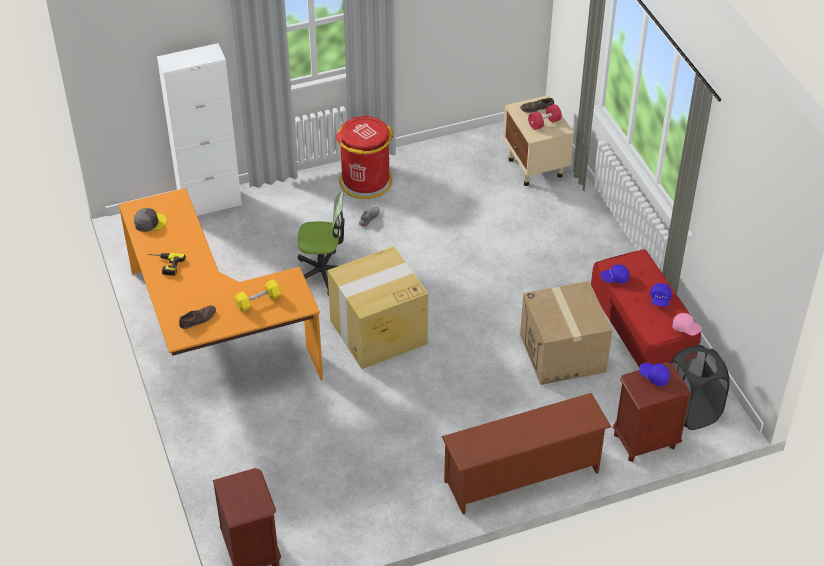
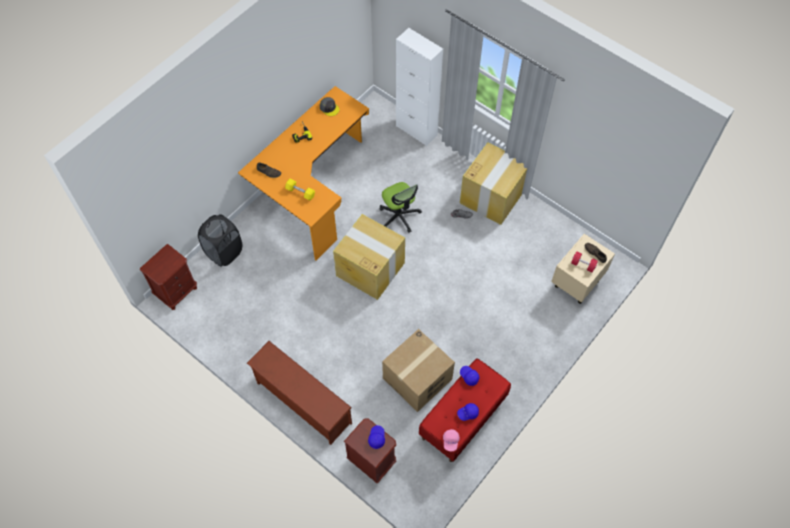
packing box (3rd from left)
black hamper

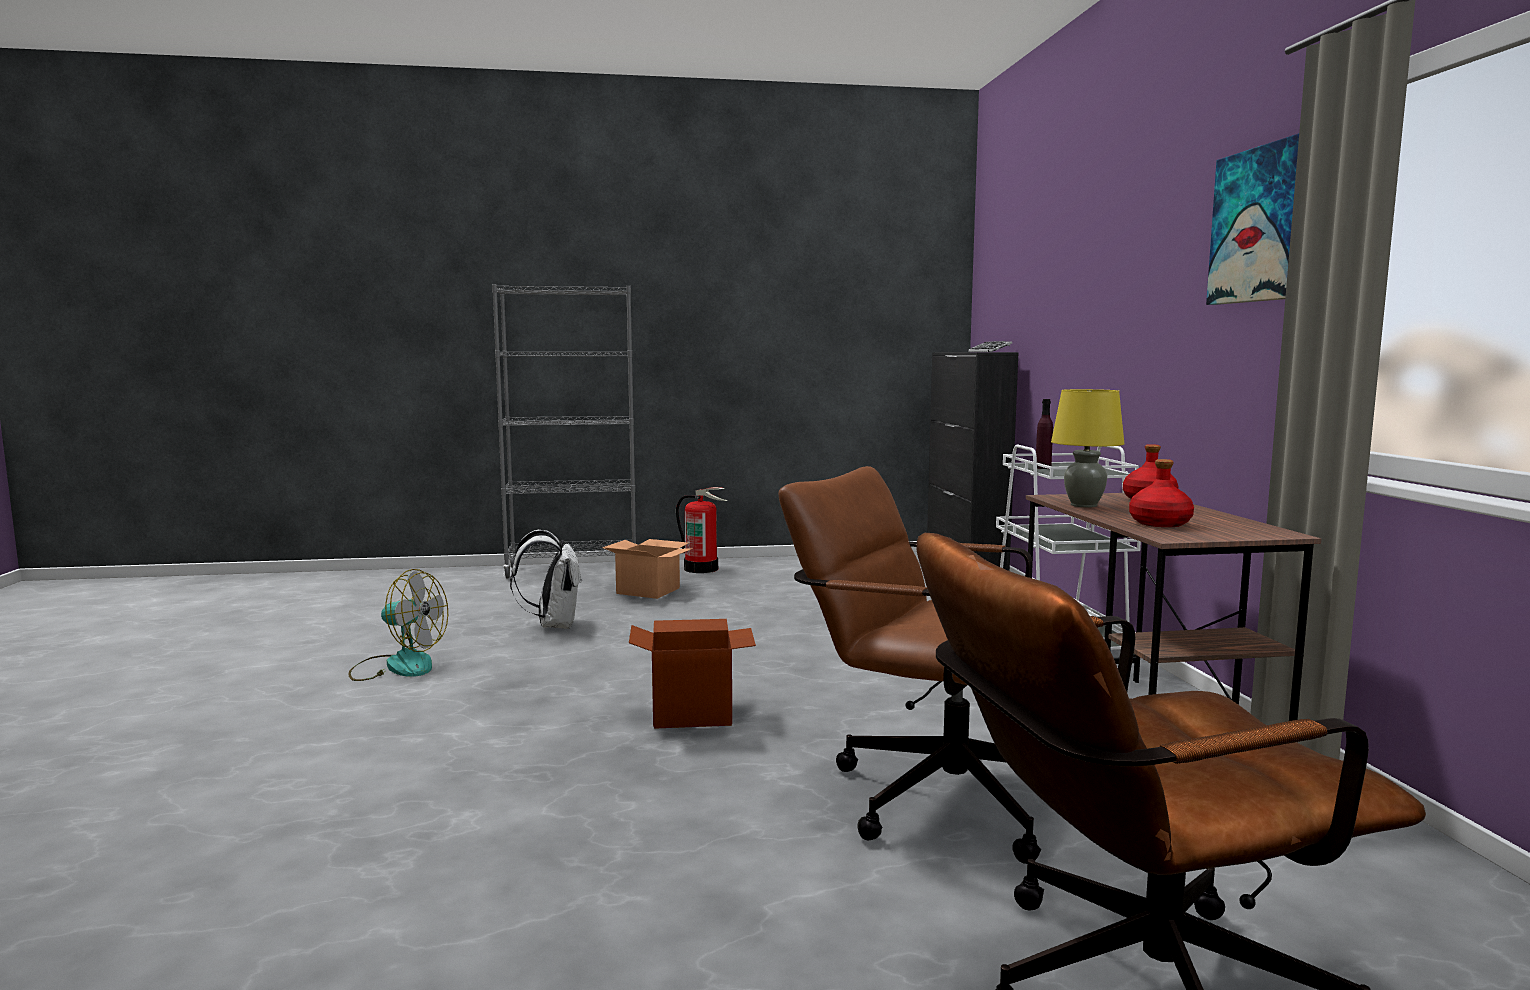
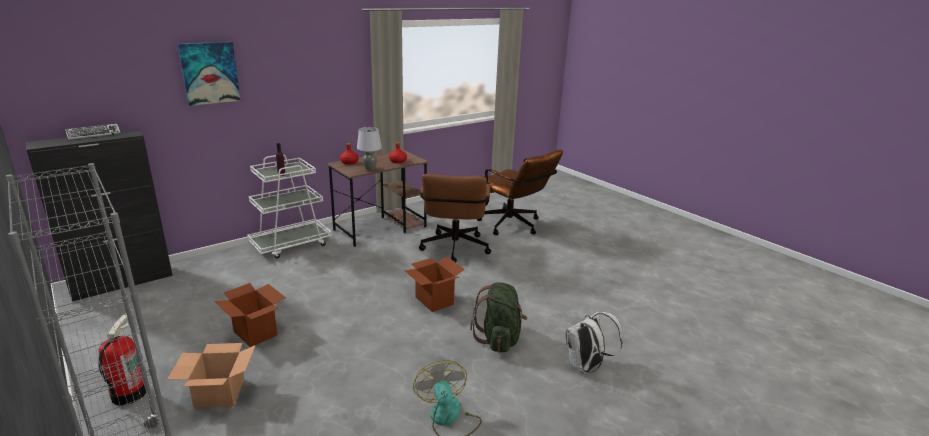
picture
greyish tabletop lamp
white-coloured backpack
green-coloured backpack
packing box (2nd from left)

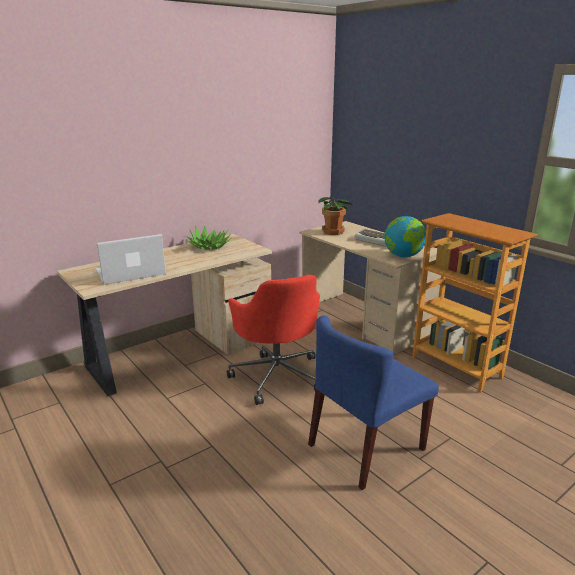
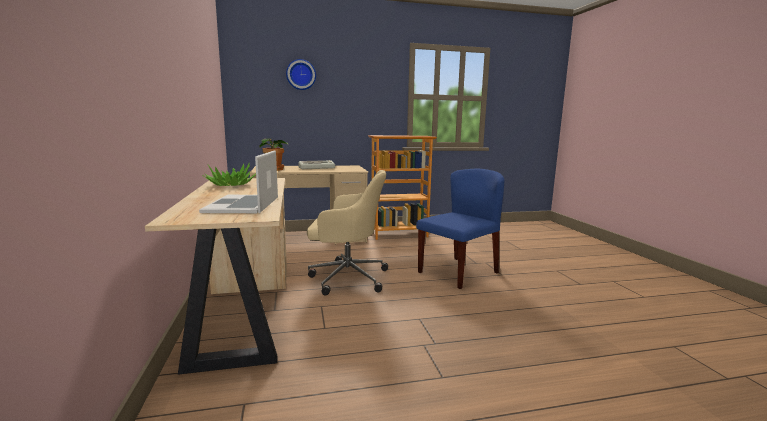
globe
beige computer chair
blue-coloured plain chair
clock on the wall

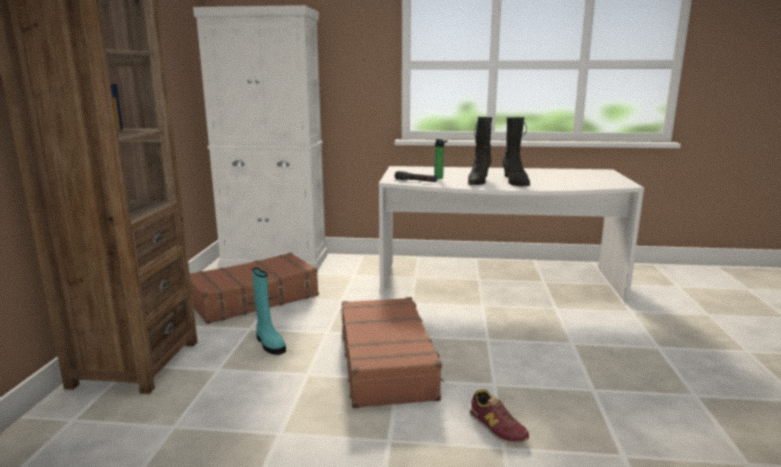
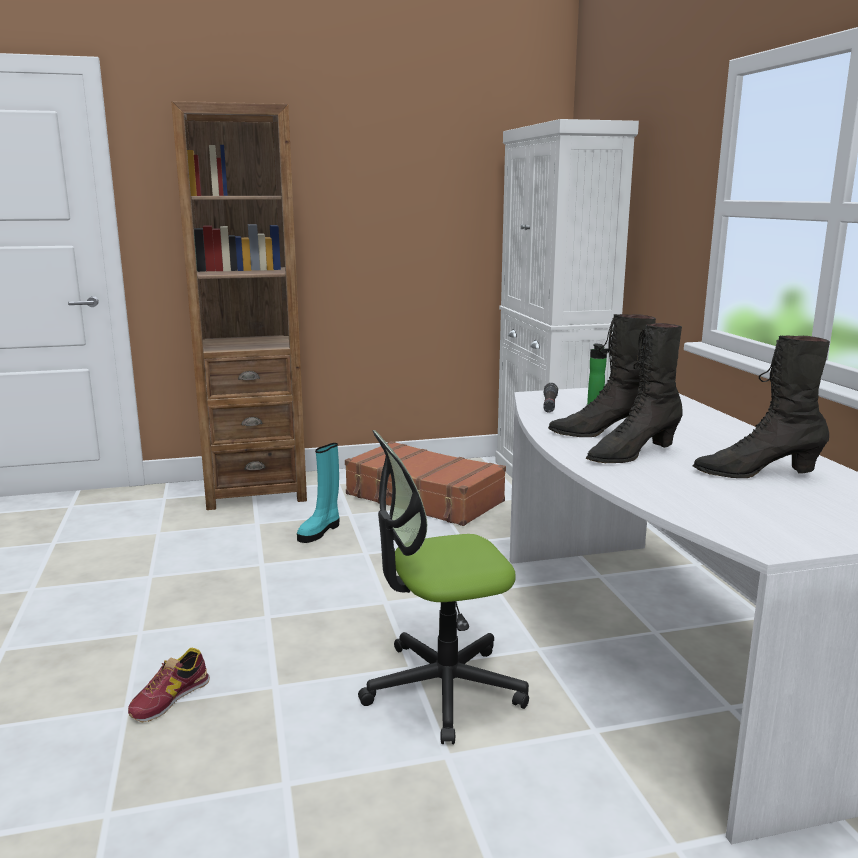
brown suitcase (2nd from left in the first image)
black tall boot (3rd from left)
computer chair

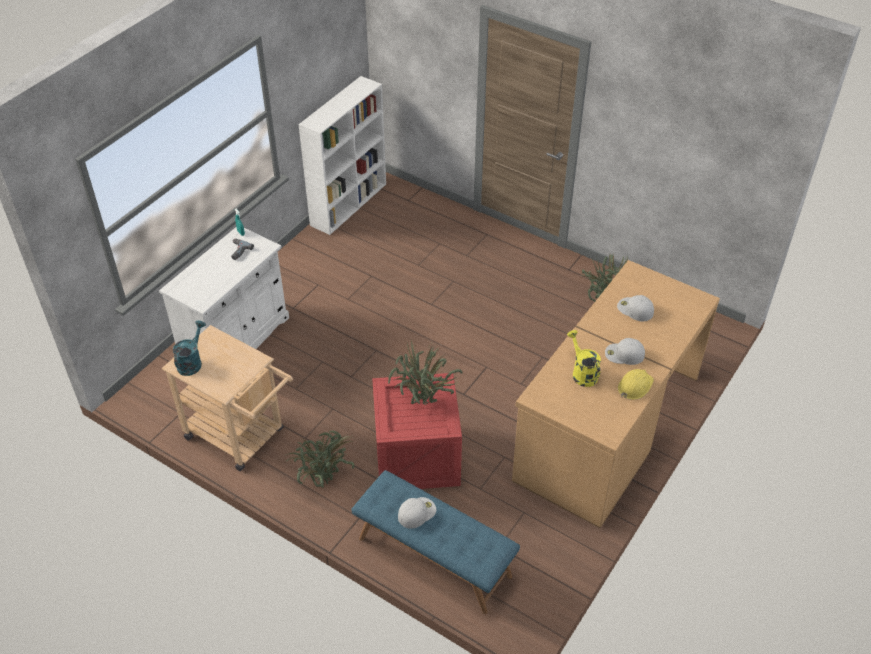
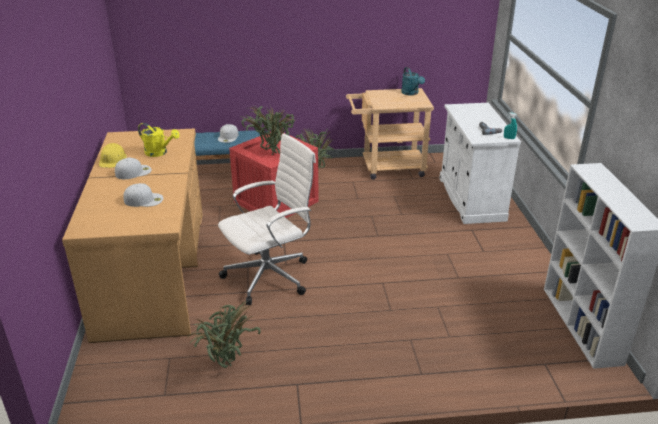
white-coloured computer chair

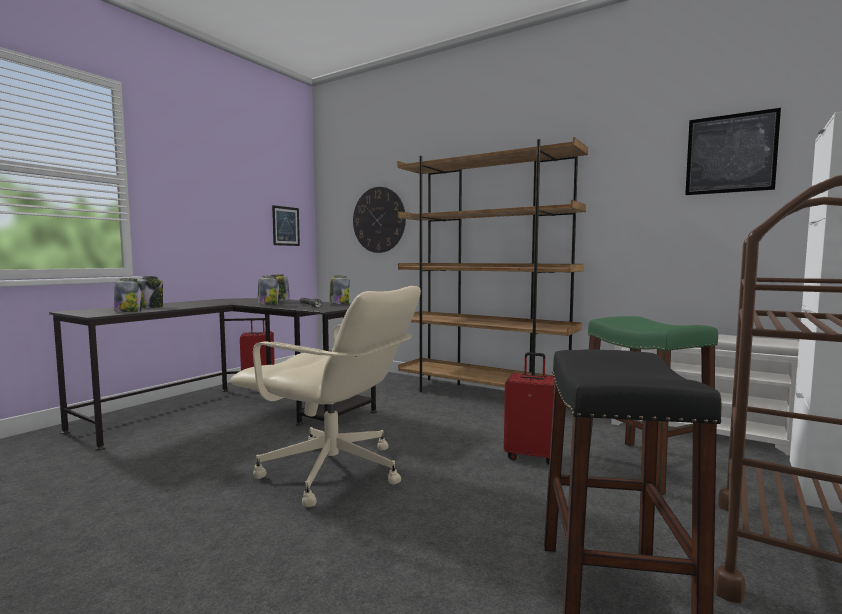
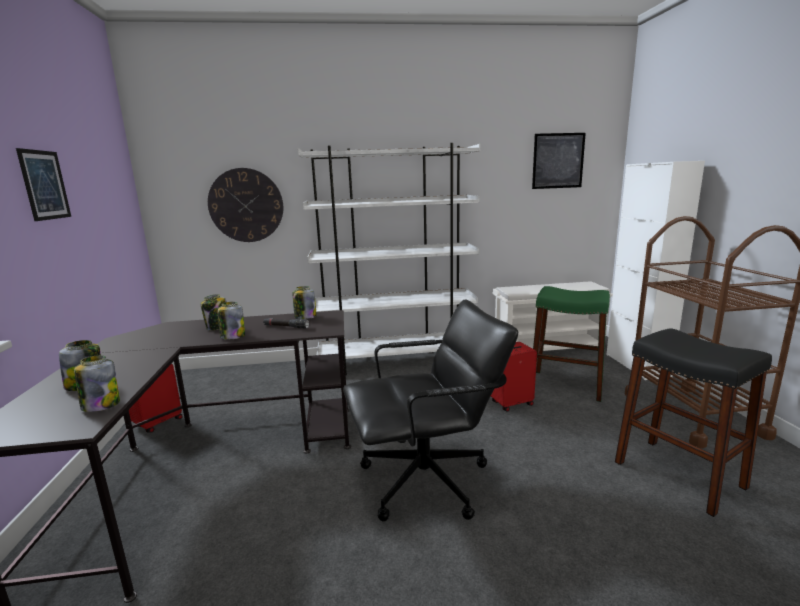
white-coloured bookshelf
picture (1st from left)
black computer chair

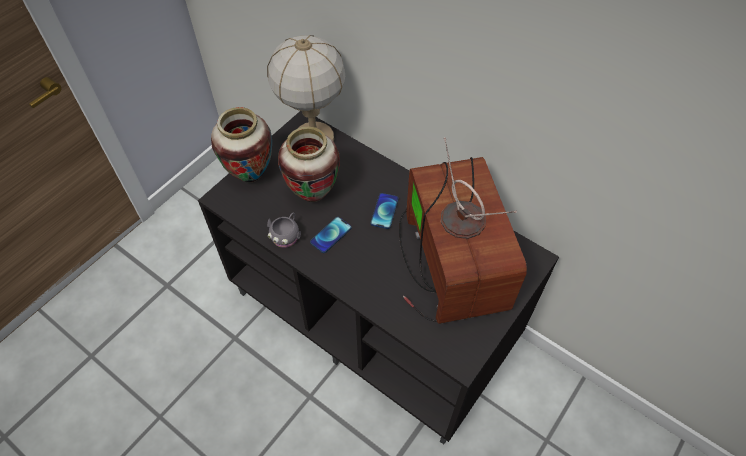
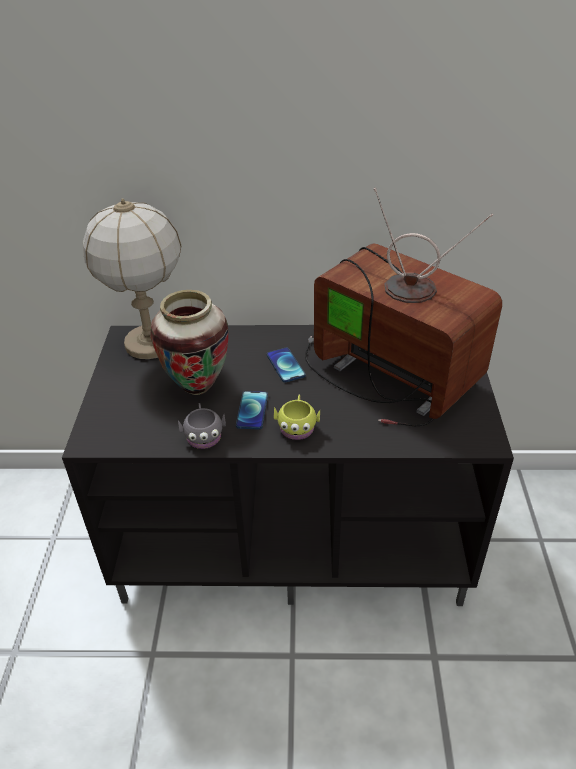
flower vase (1st from left in the first image)
yellow tea mug

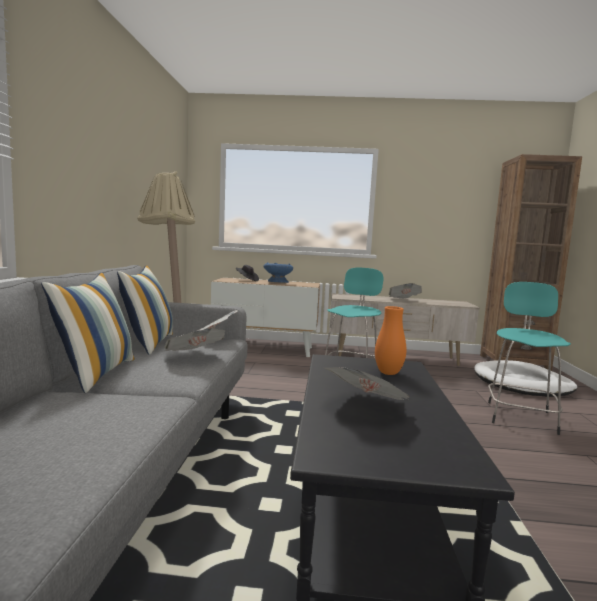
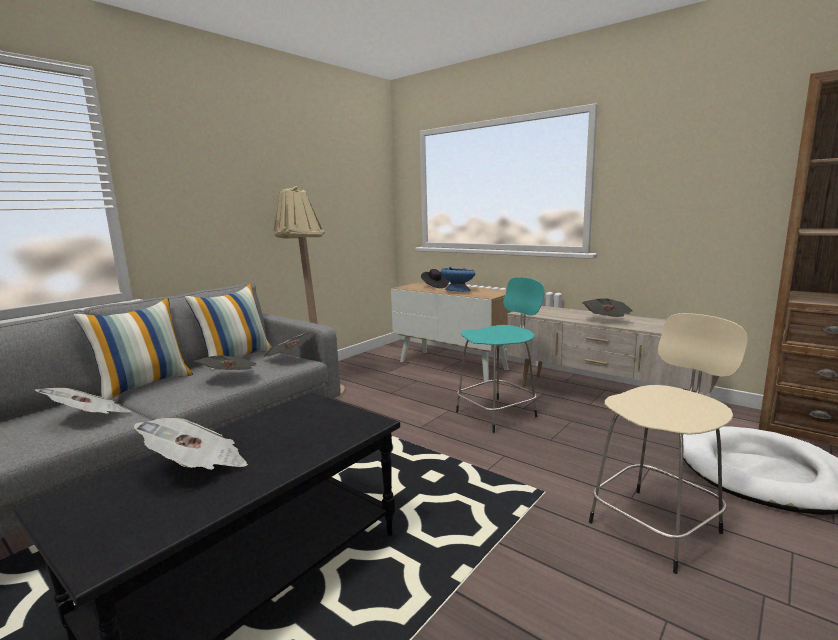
beige stool
orangey flower vase
newspaper (1st from left)

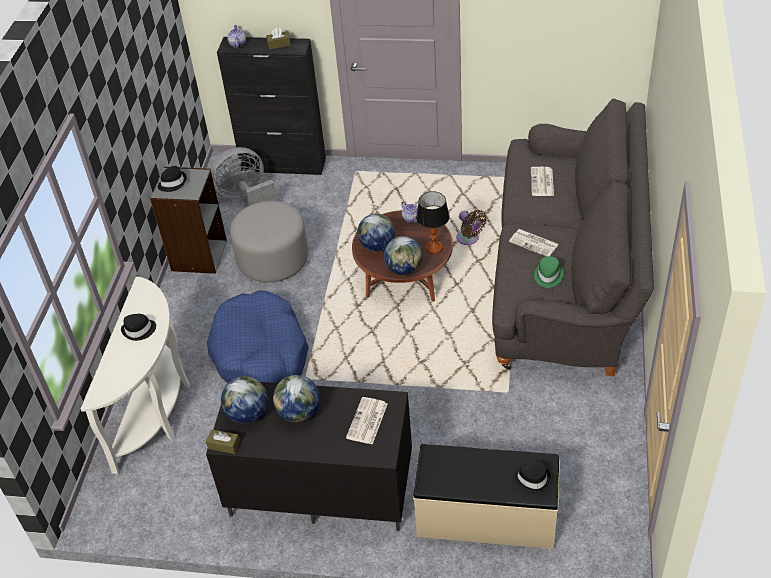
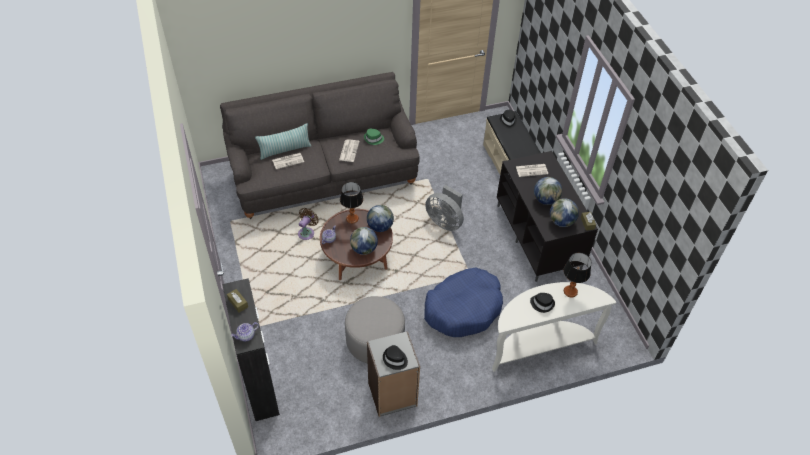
greyish fan
pillow
tabletop lamp (2nd from left)

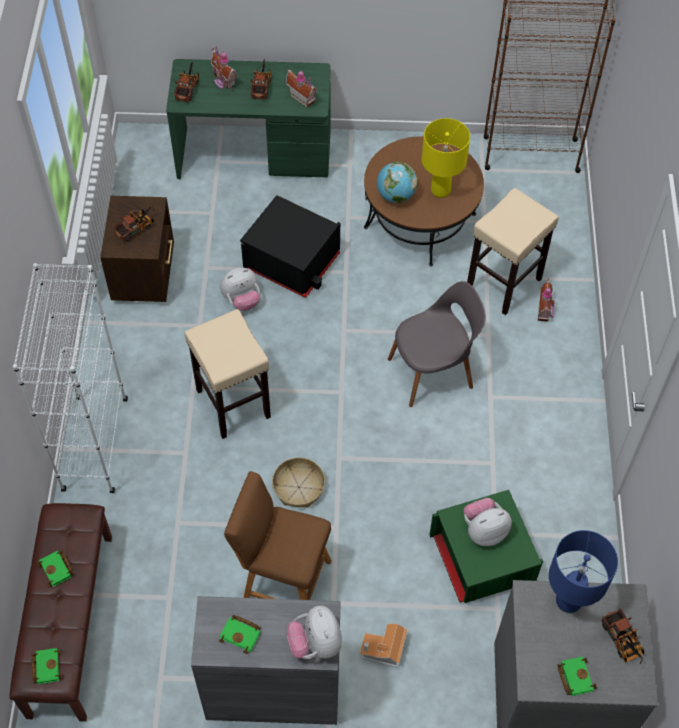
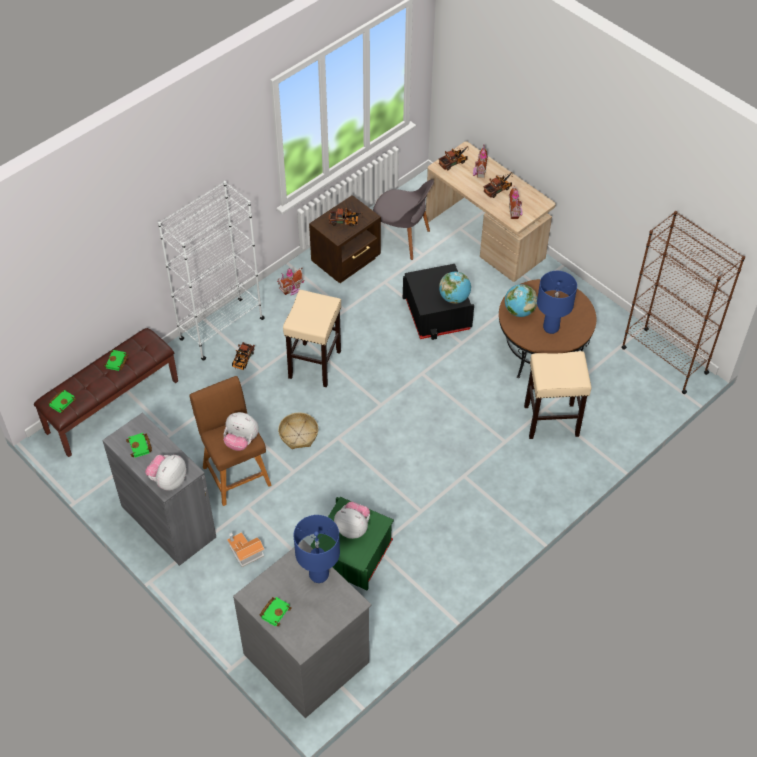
beige desk
blue-coloured tabletop lamp (2nd from left)
soft toy (2nd from left)
miniature house (2nd from left)
greyish plain chair
model truck (1st from left)
globe (1st from left)

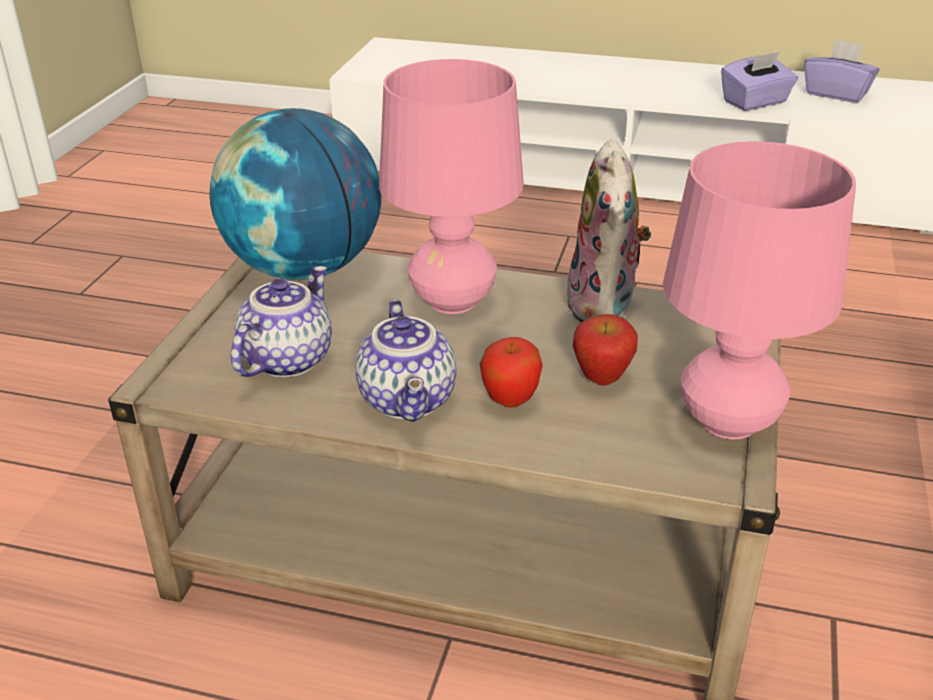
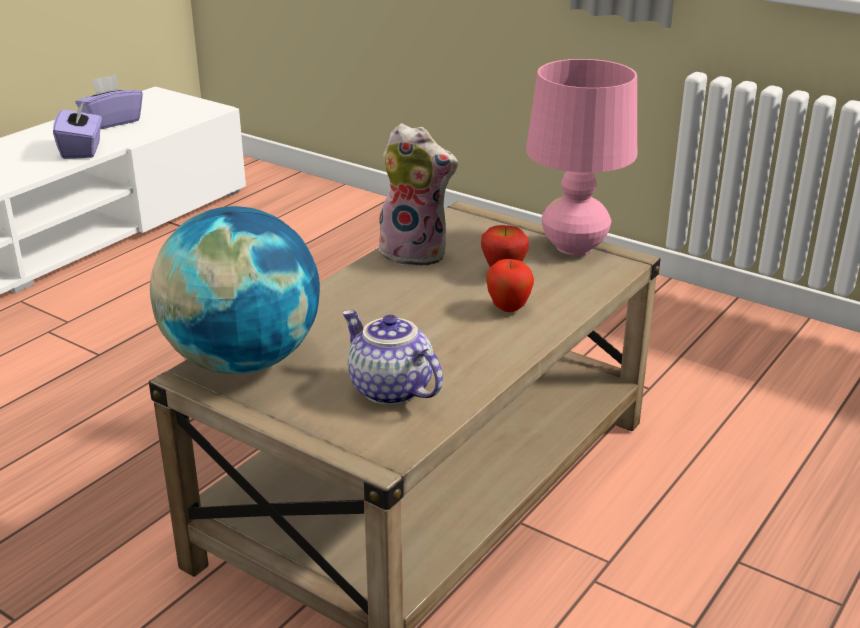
pinkish tabletop lamp (1st from left in the first image)
tea pot (2nd from left in the first image)

